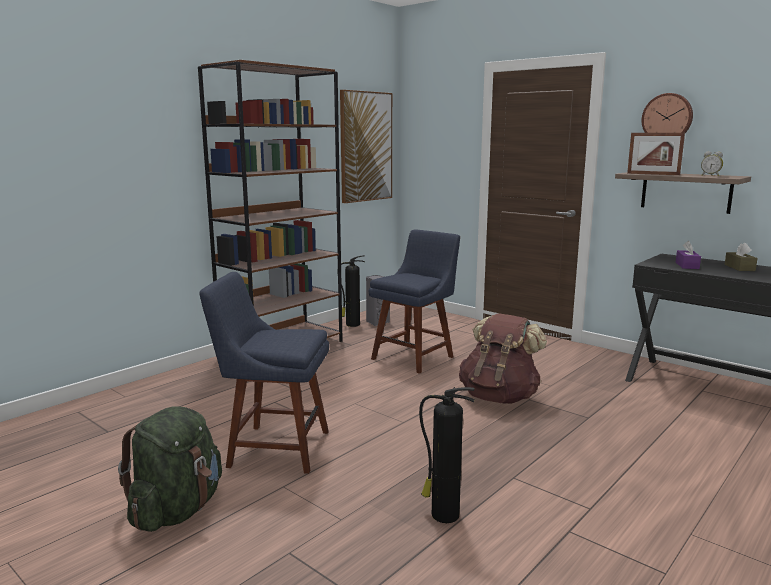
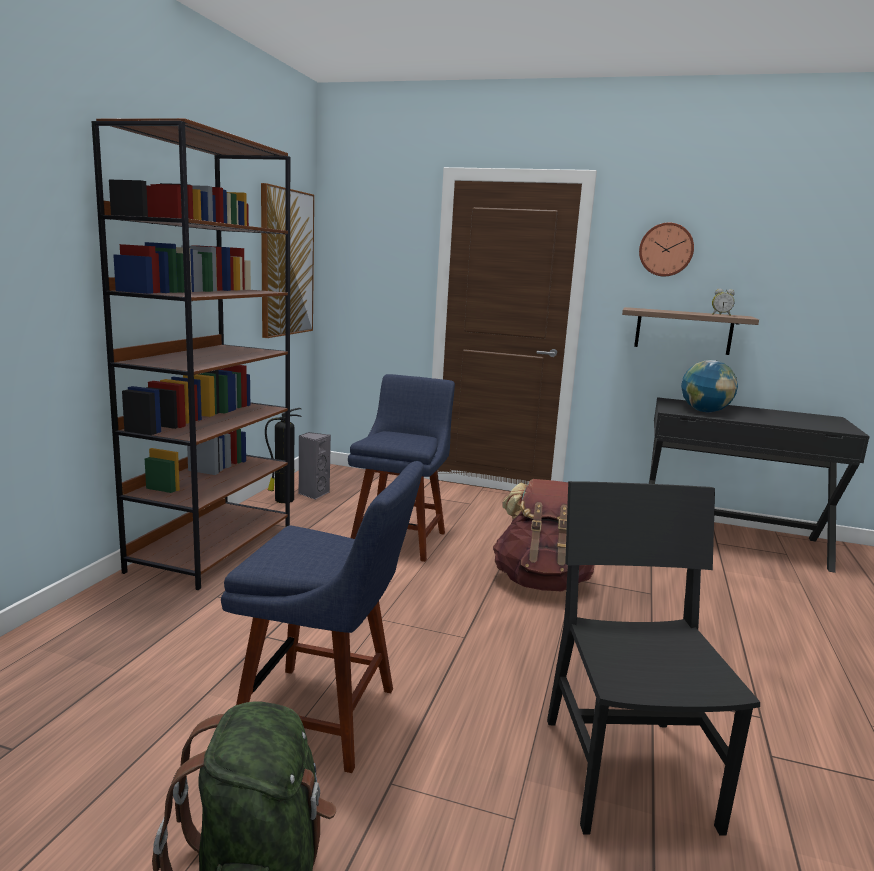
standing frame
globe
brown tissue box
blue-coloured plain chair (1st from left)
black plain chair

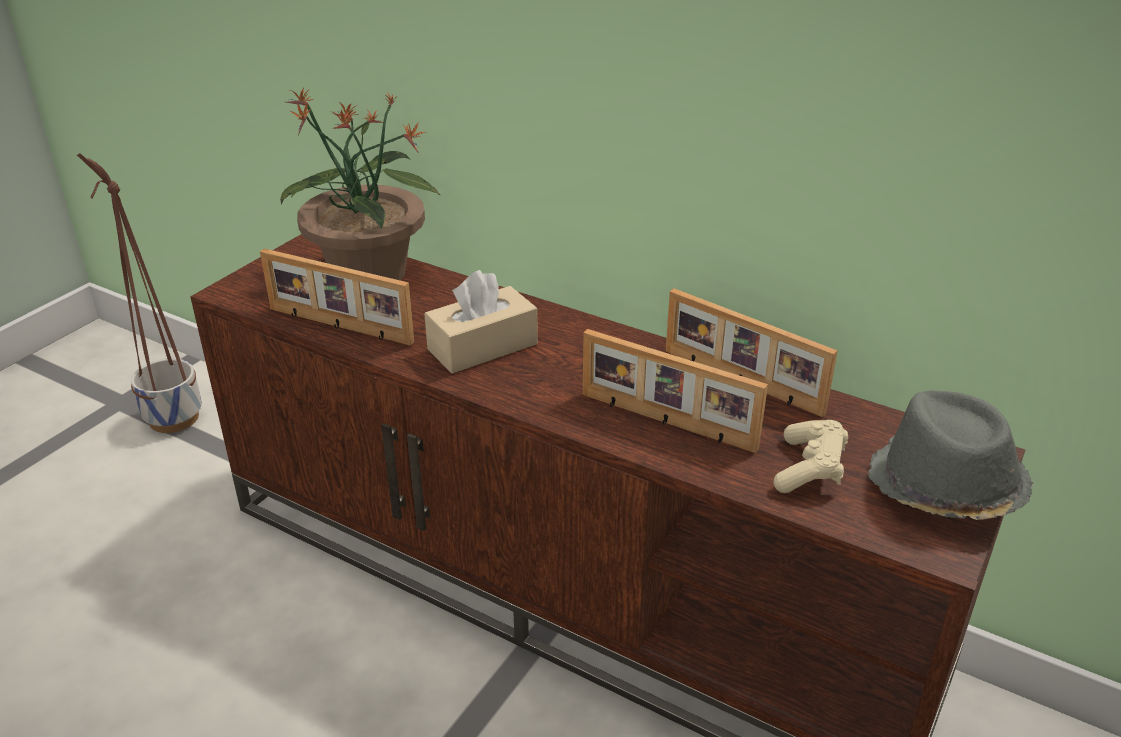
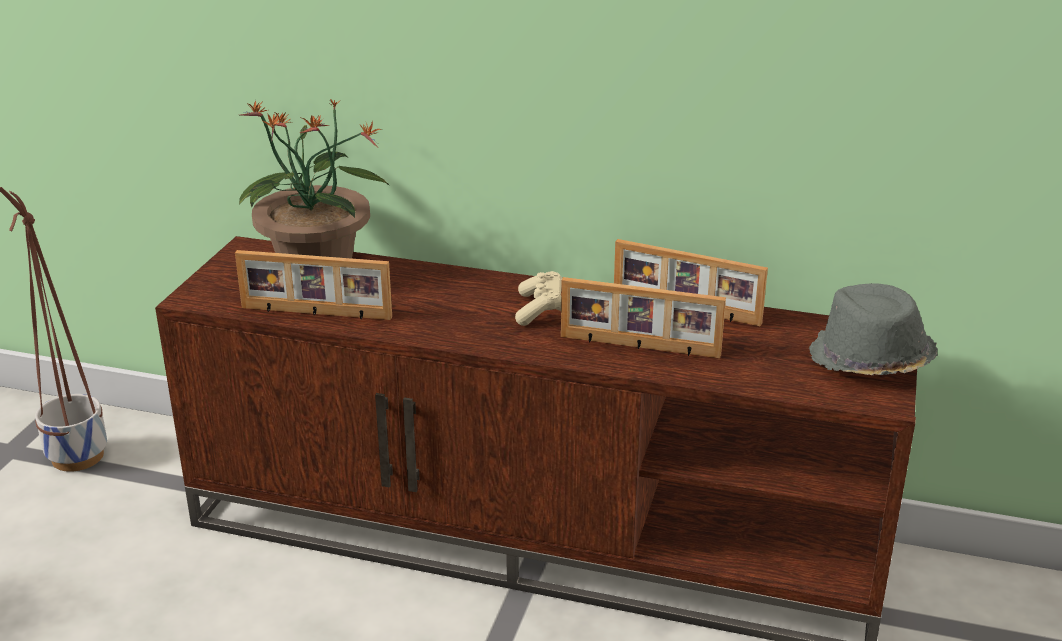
beige tissue box
beige joypad

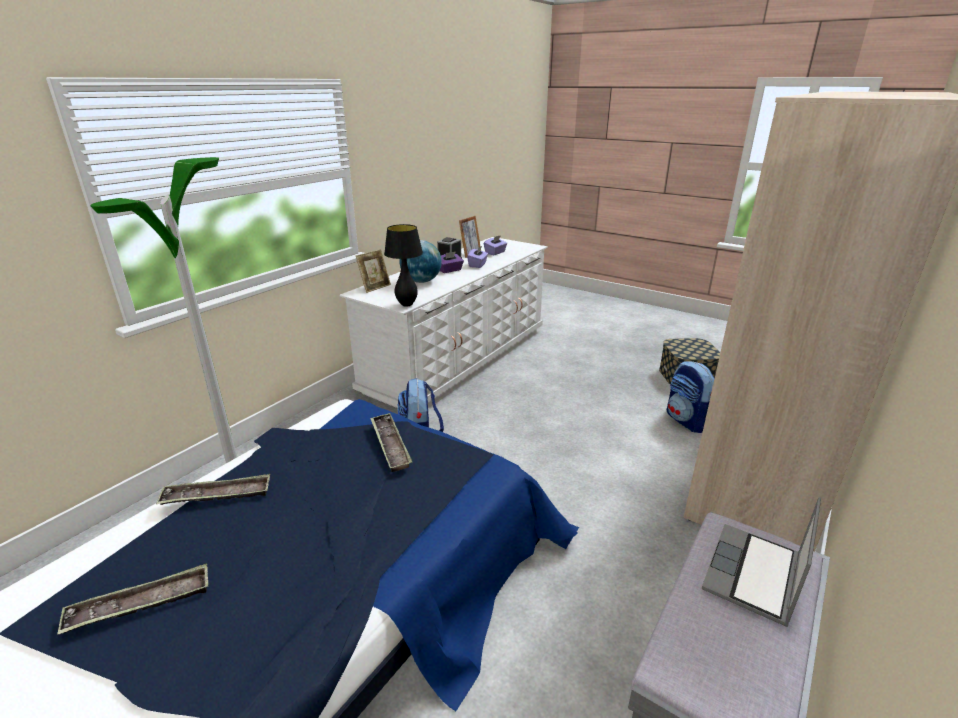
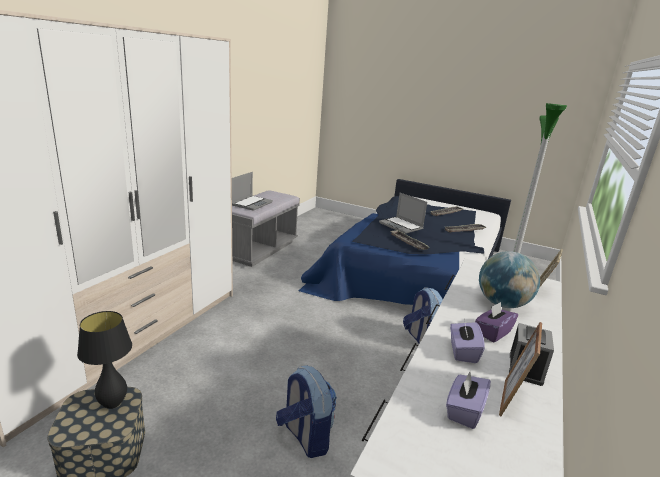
black tabletop lamp
backpack (1st from left)
laptop (2nd from left)

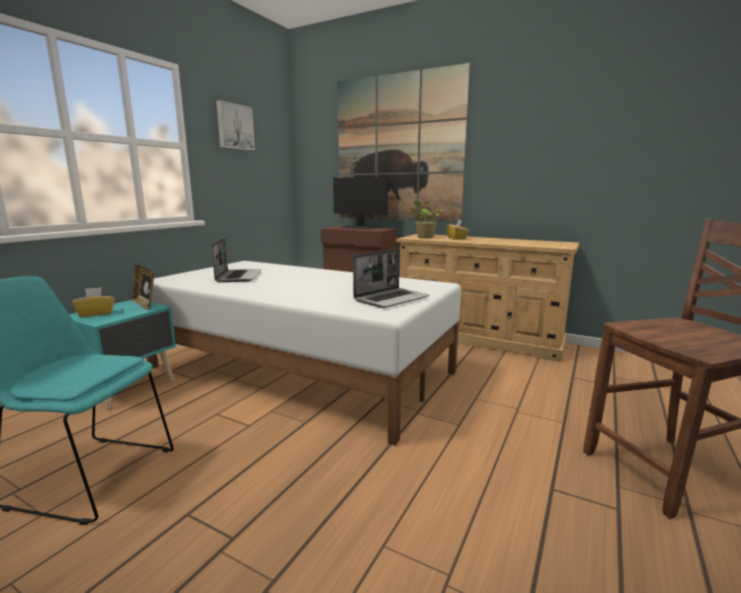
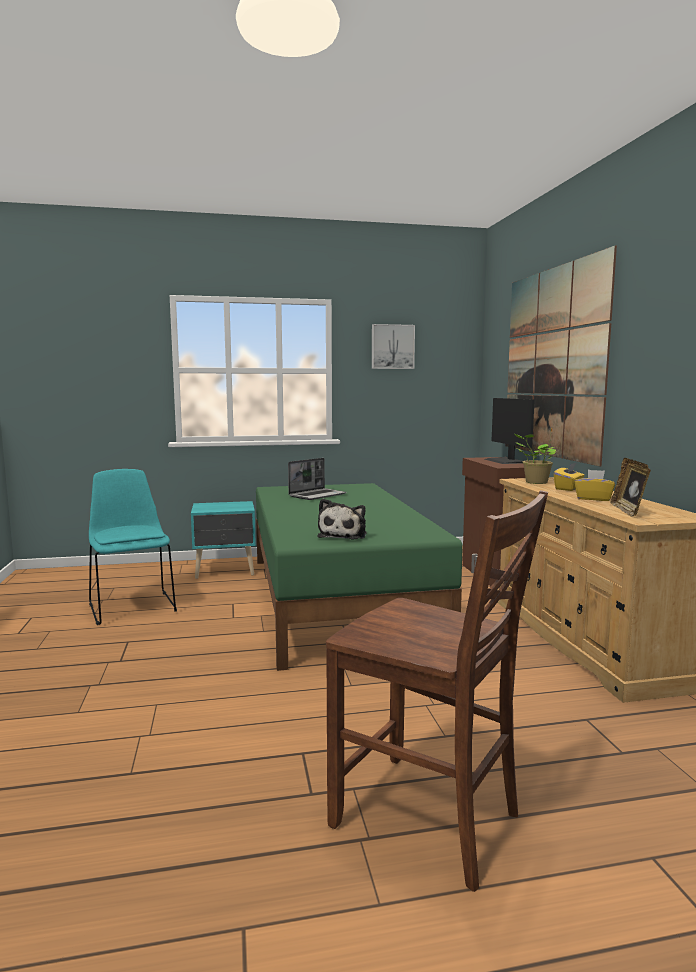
soft toy
green-coloured sleeping bed
standing frame
yellow tissue box (2nd from left)

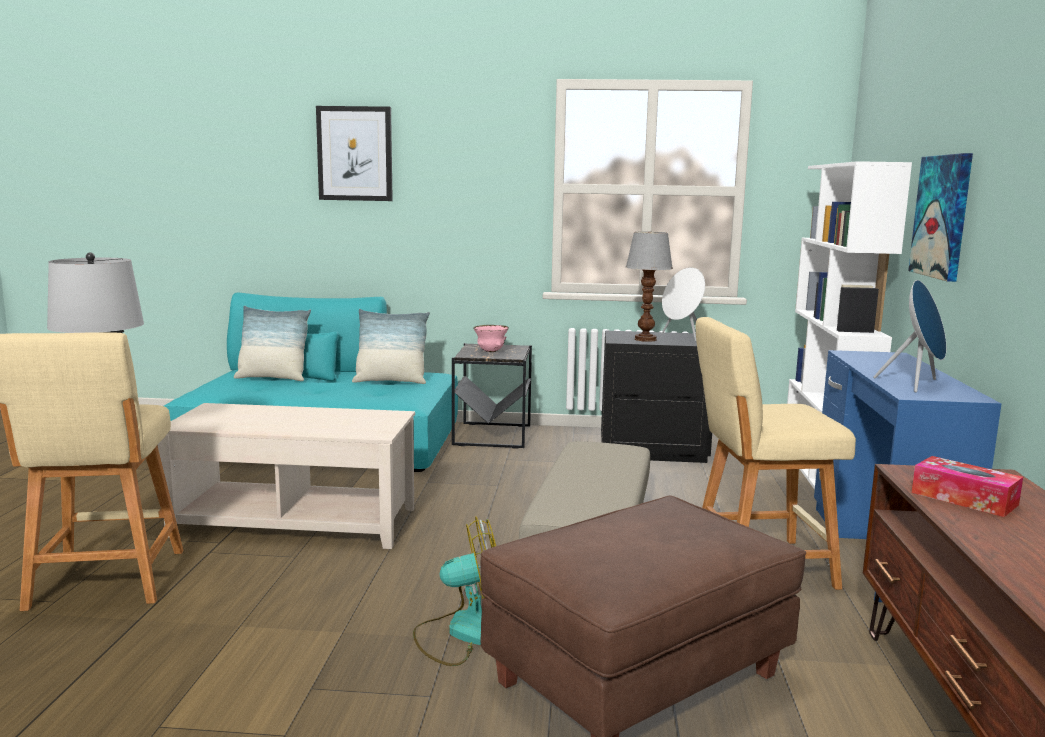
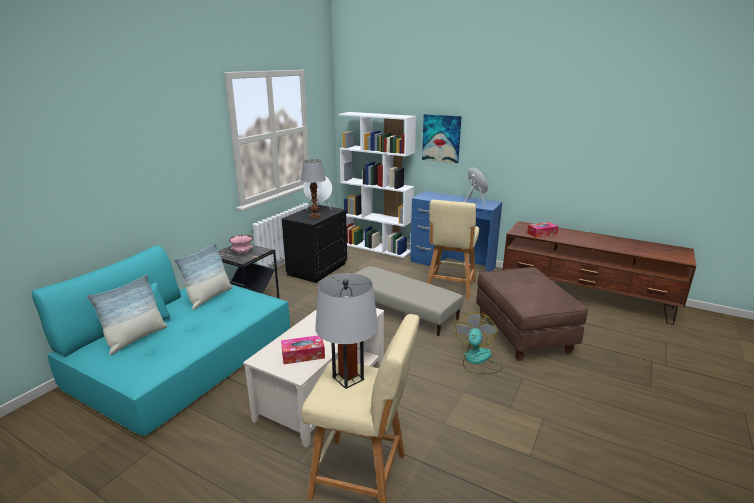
picture (1st from left in the first image)
tissue box (1st from left)

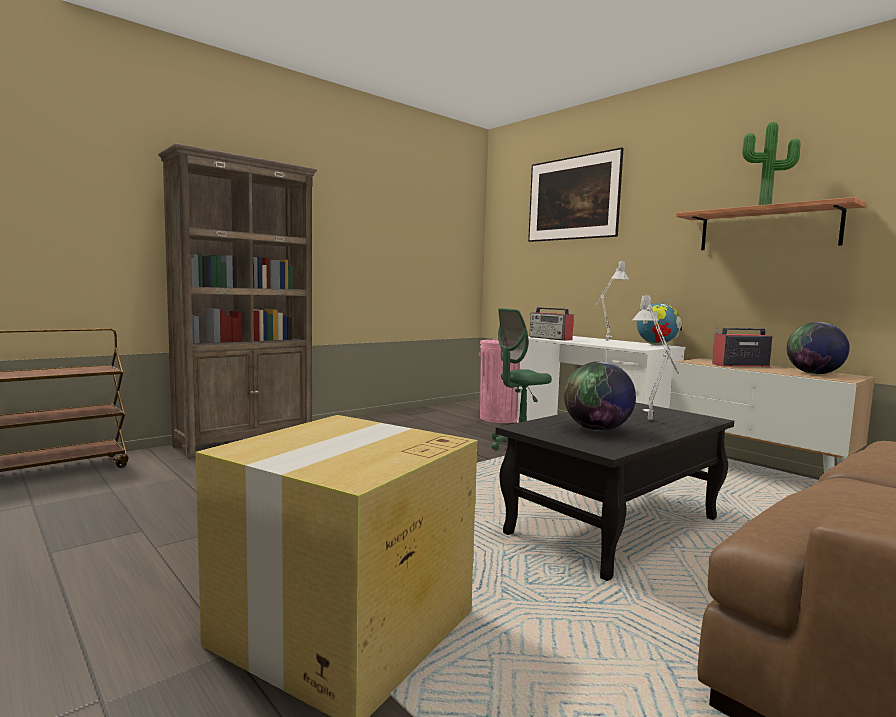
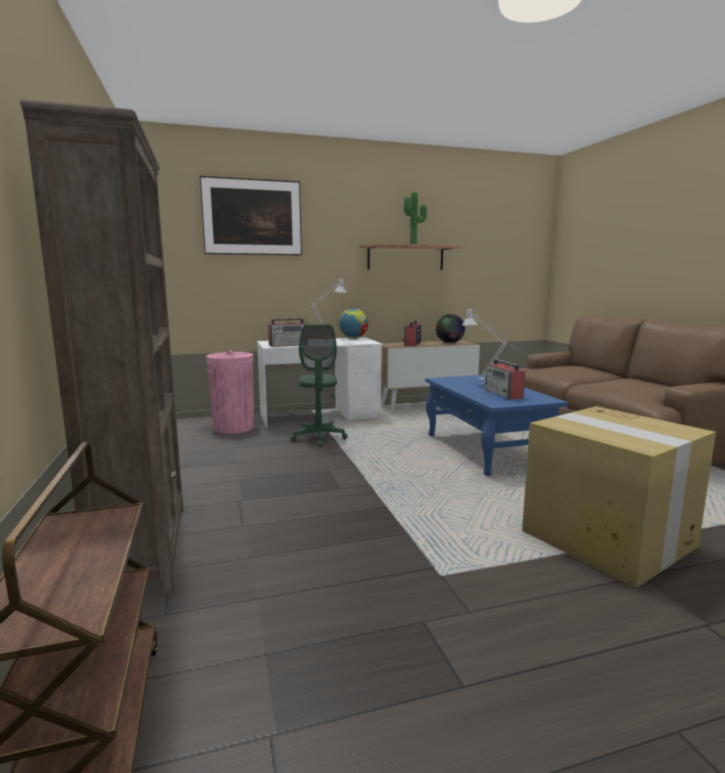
radio receiver (3rd from left)
blue-coloured lounge table

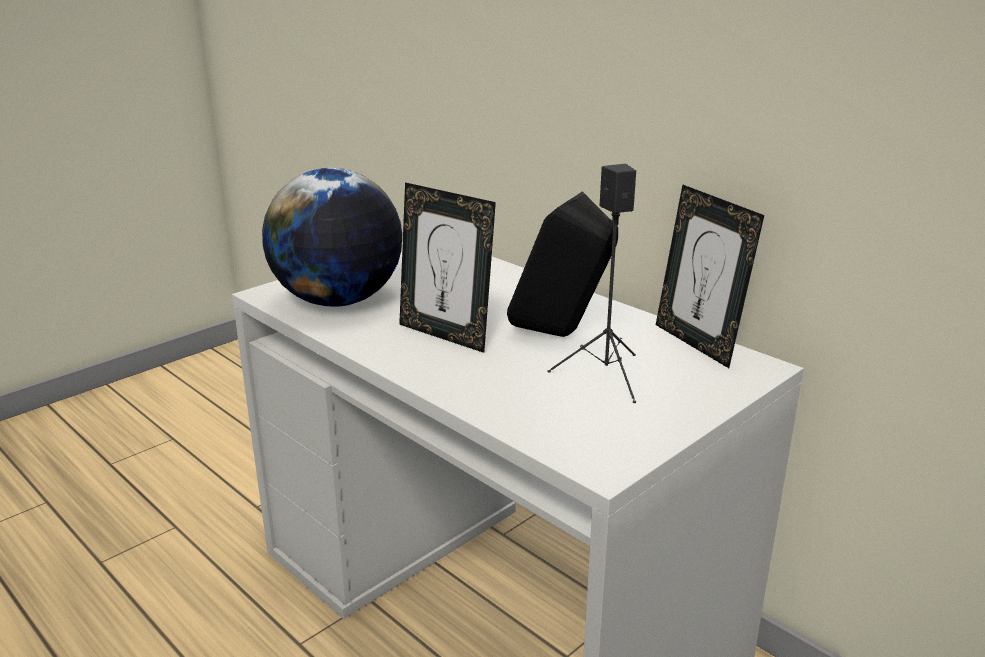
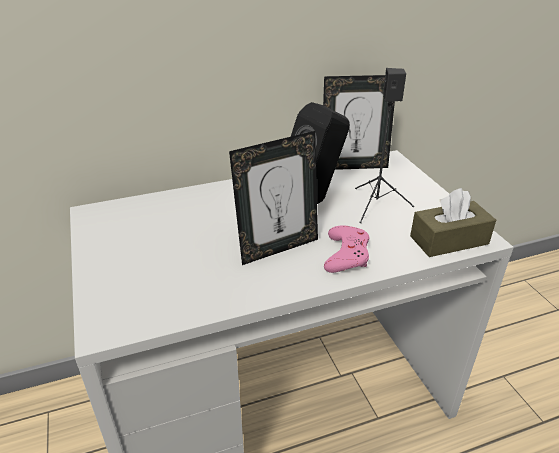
globe
brown tissue box
pinkish joypad

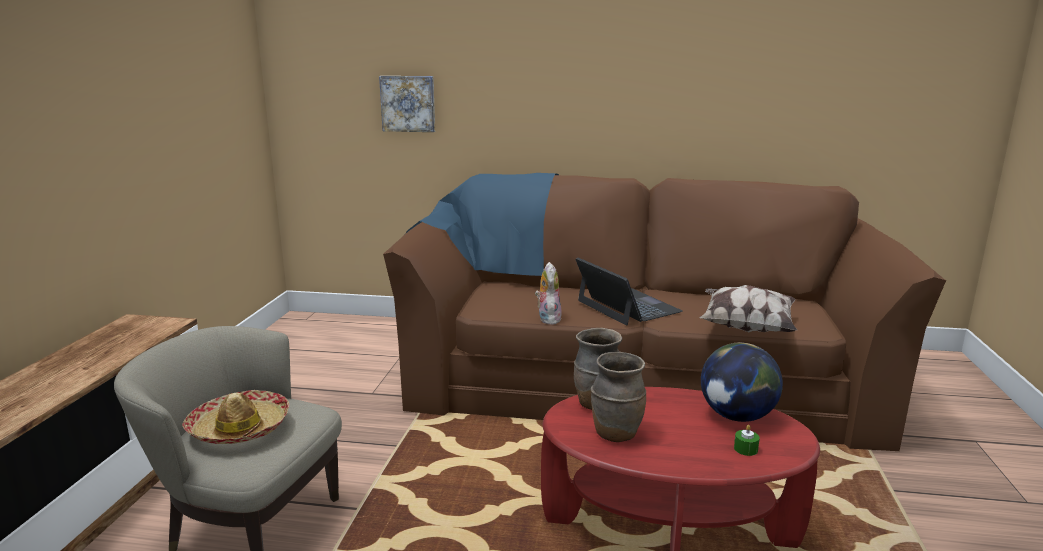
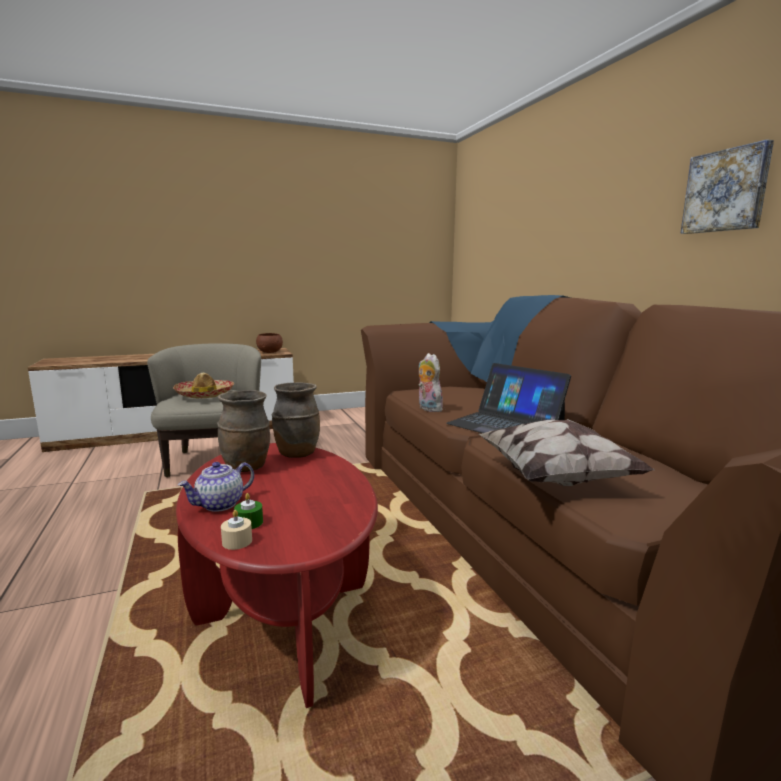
picture
laptop
soft toy
globe
brown deep dish
tea pot
beige candle

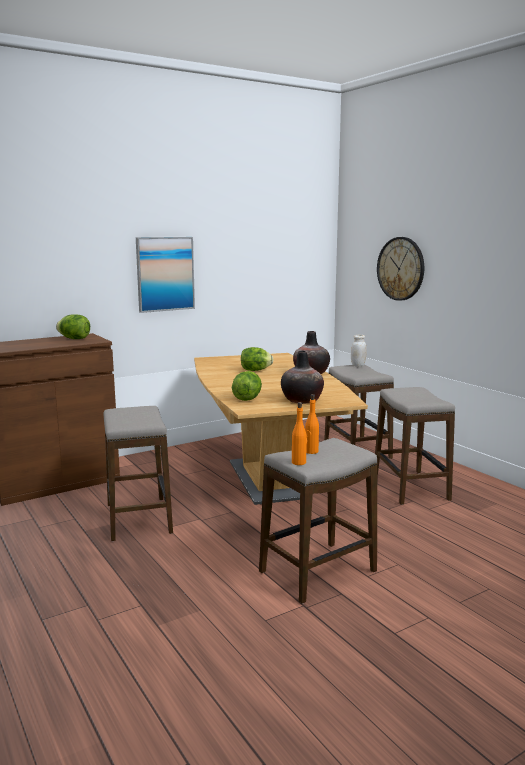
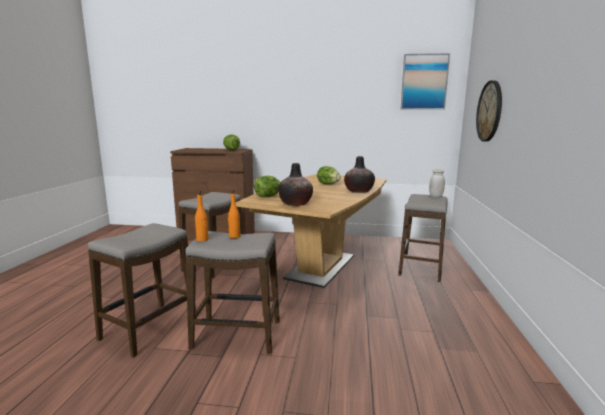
picture
stool (1st from left)

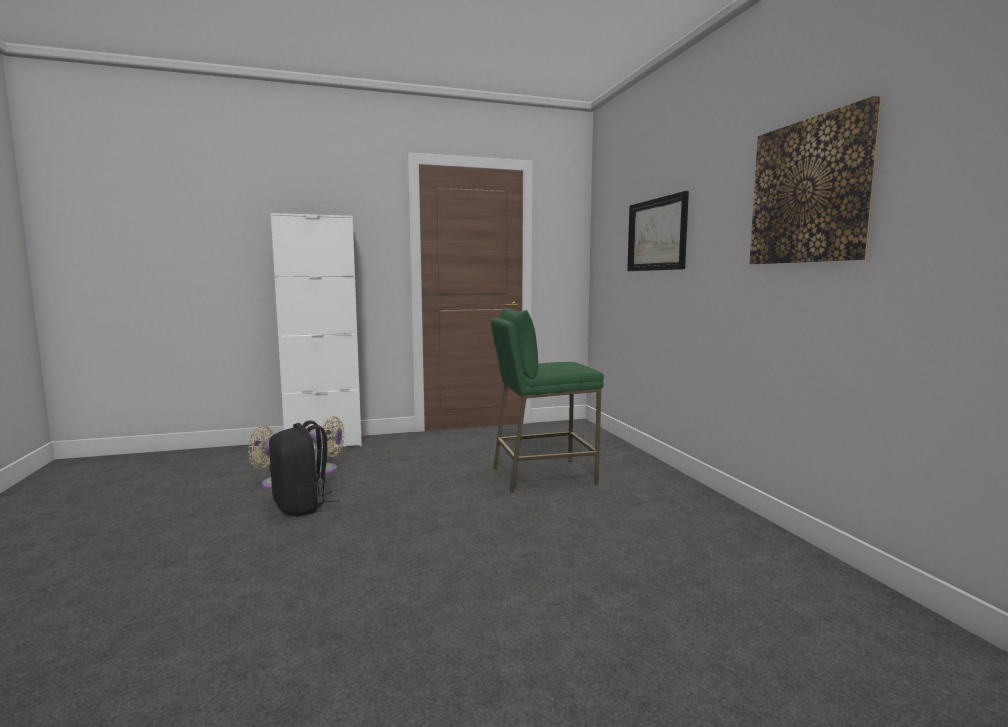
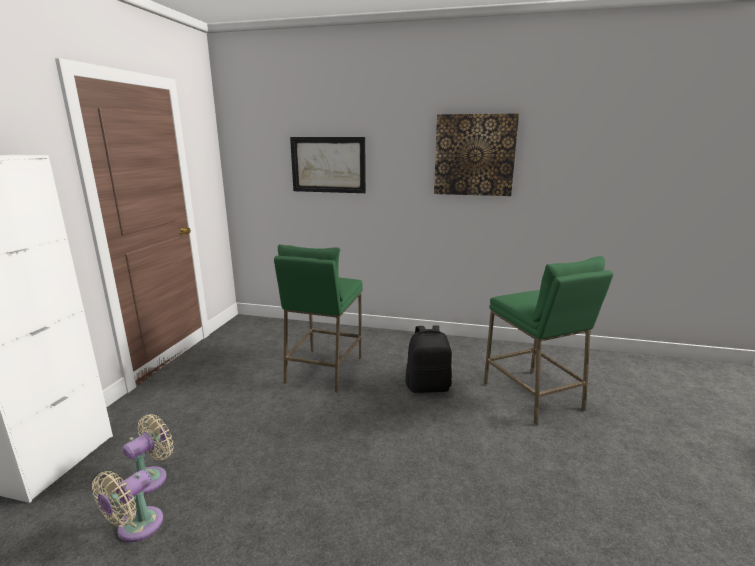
black backpack
green-coloured stool (2nd from left)

